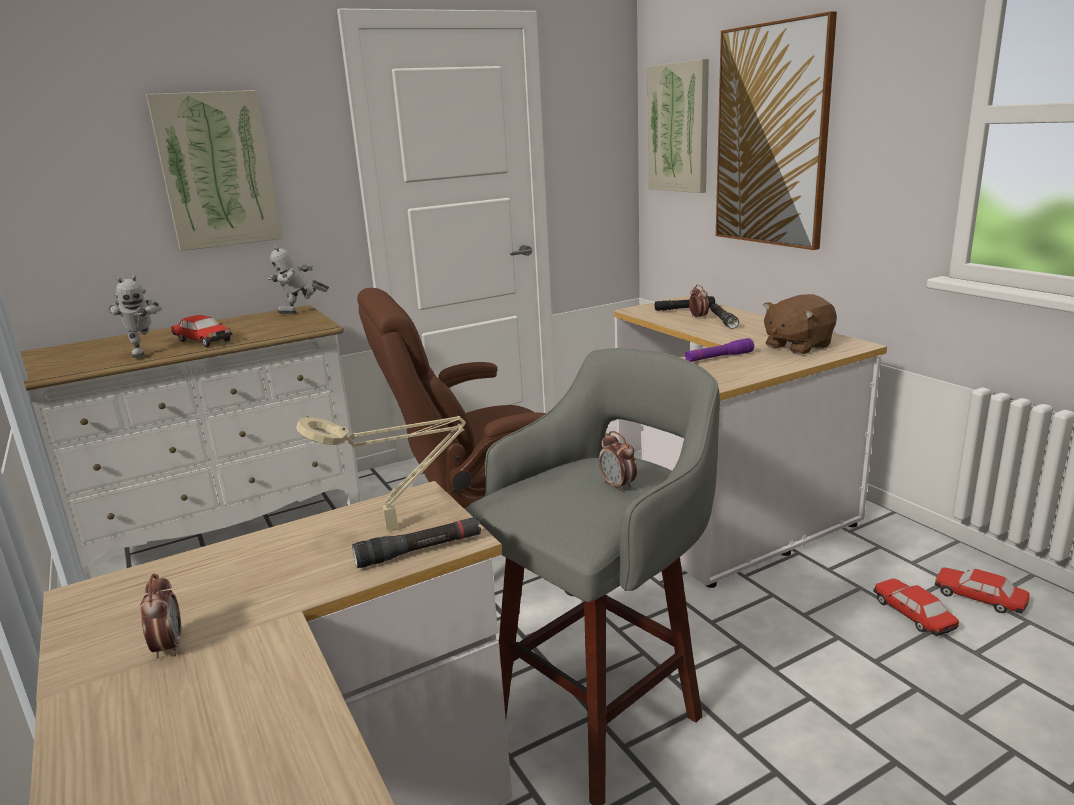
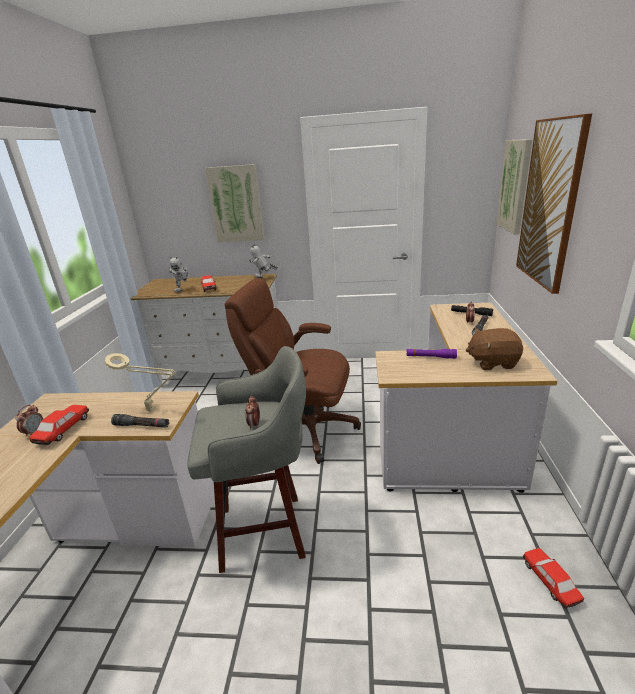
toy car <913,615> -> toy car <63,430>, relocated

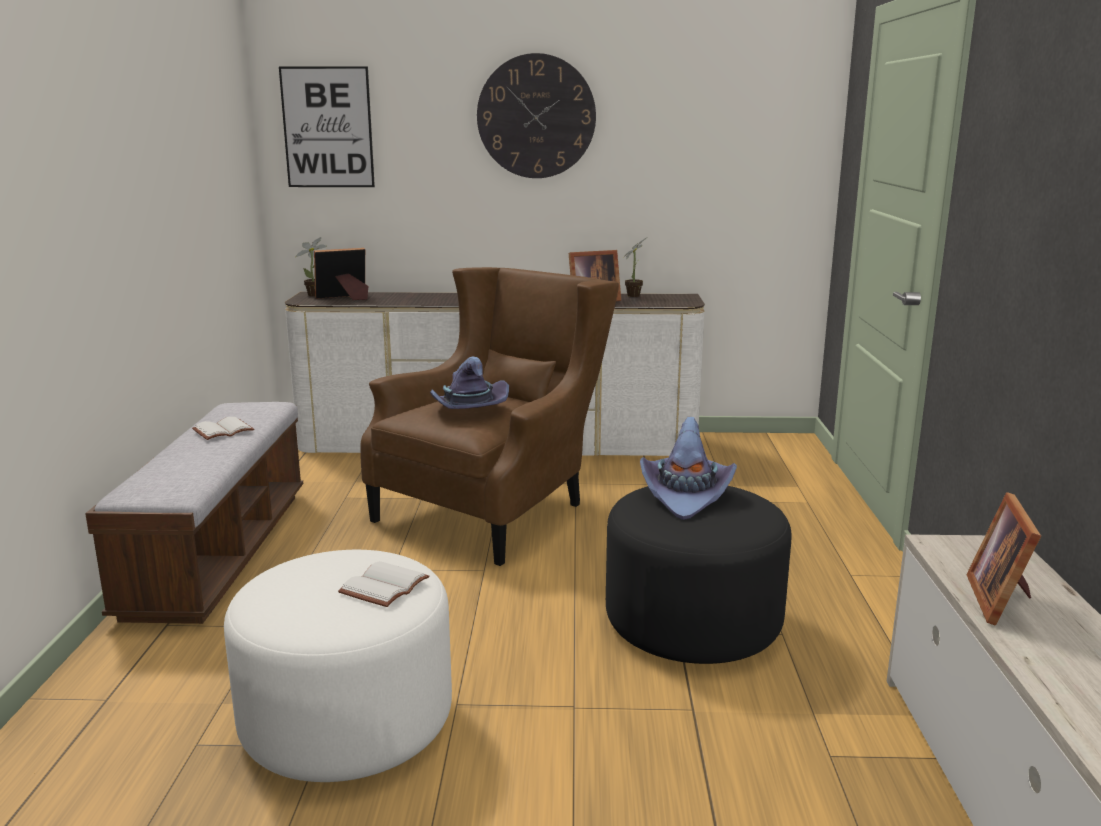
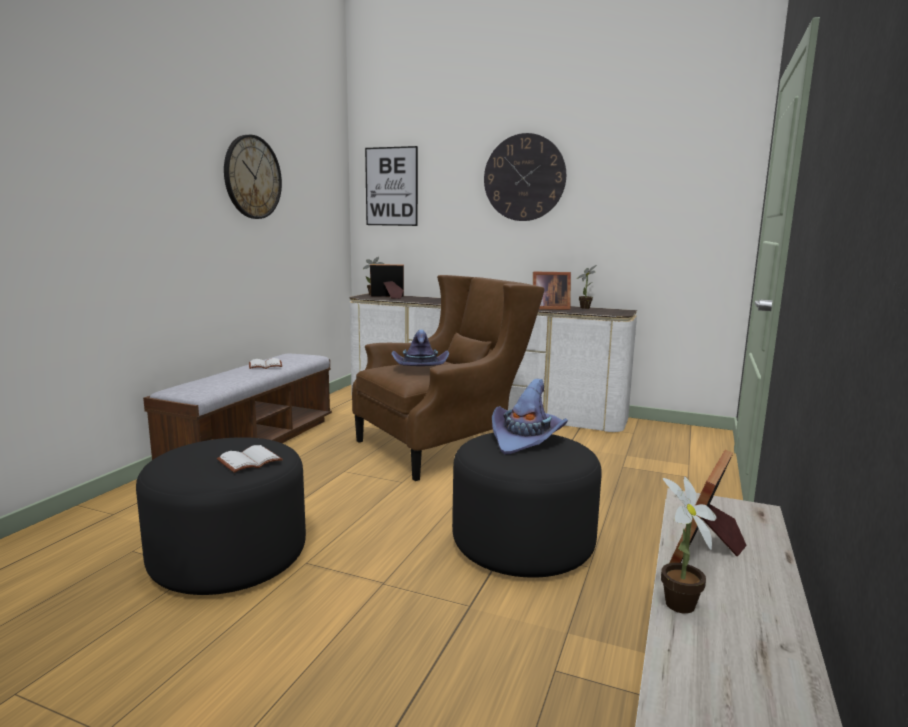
white ottoman <347,721> -> black ottoman <229,557>
none -> wall clock <252,177>
none -> potted plant <676,606>

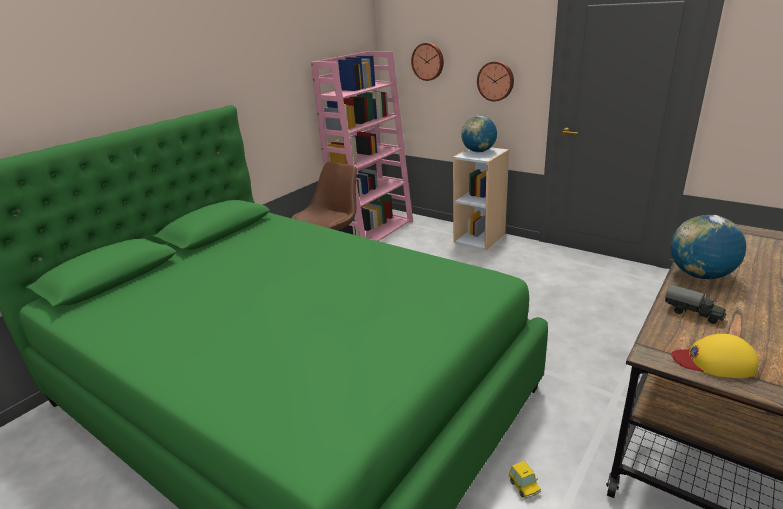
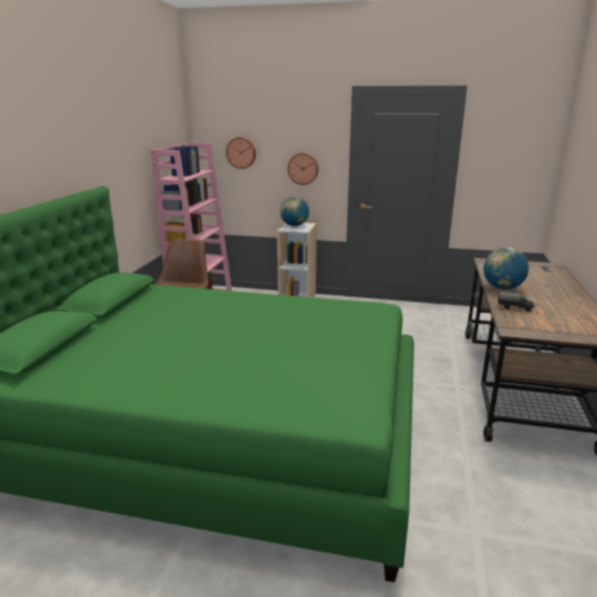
toy car <524,486> -> none
yellow cap <714,362> -> none

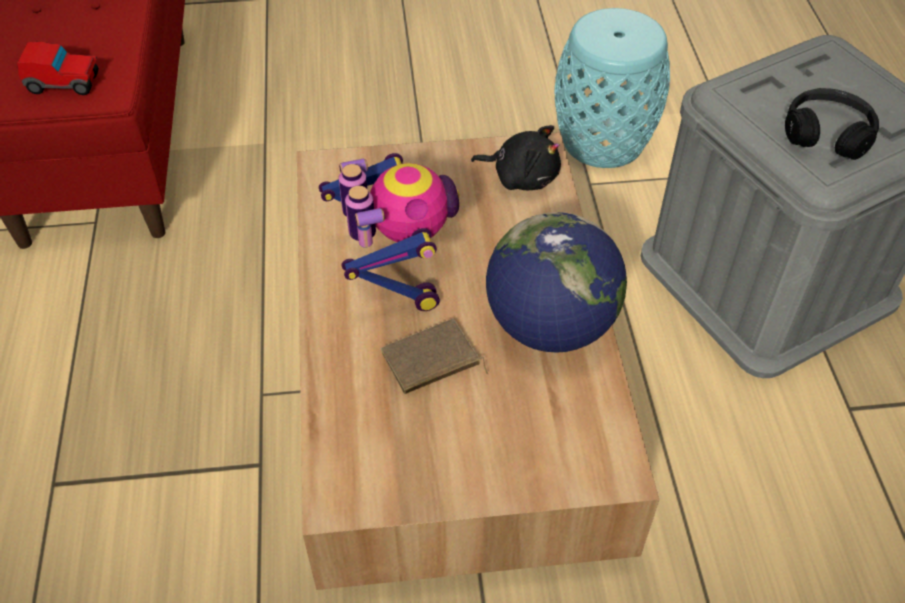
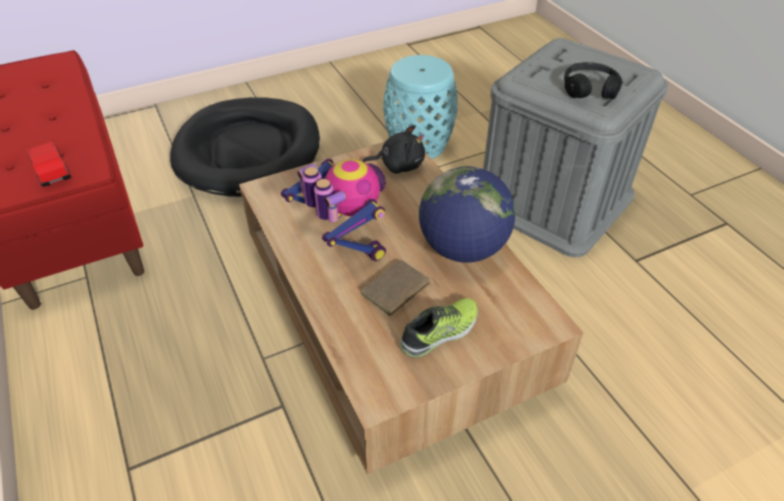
toy car <65,84> -> toy car <52,171>, 105 degrees counterclockwise
none -> black dog bed <249,151>
none -> shoe <440,333>

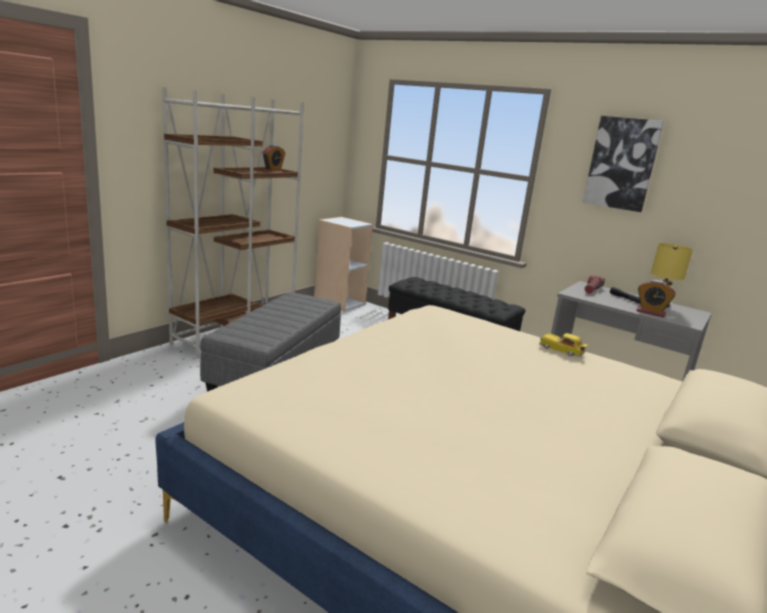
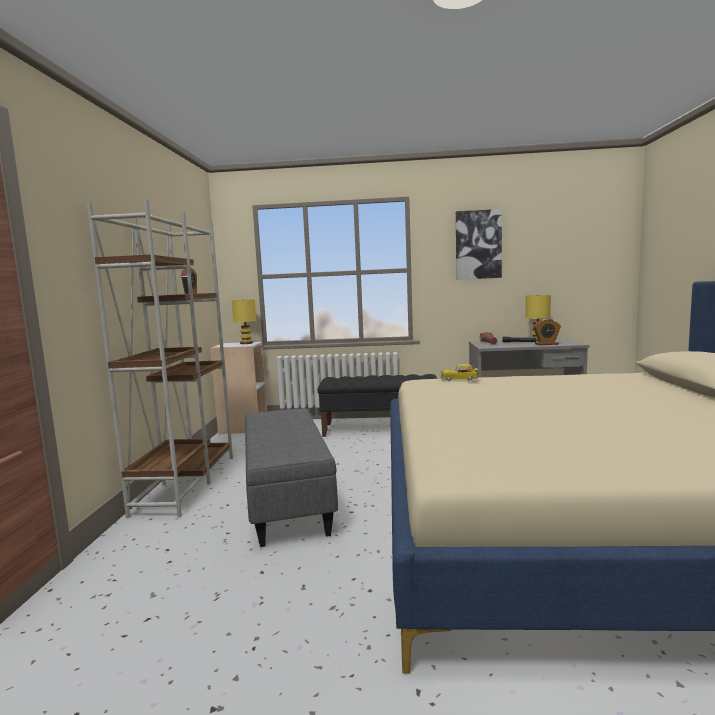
toy car <562,350> -> toy car <459,379>, relocated
none -> yellow table lamp <247,343>

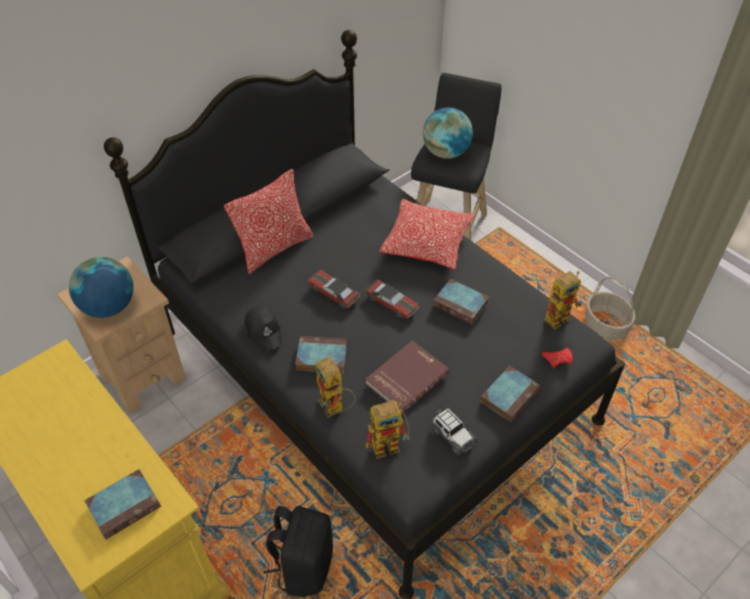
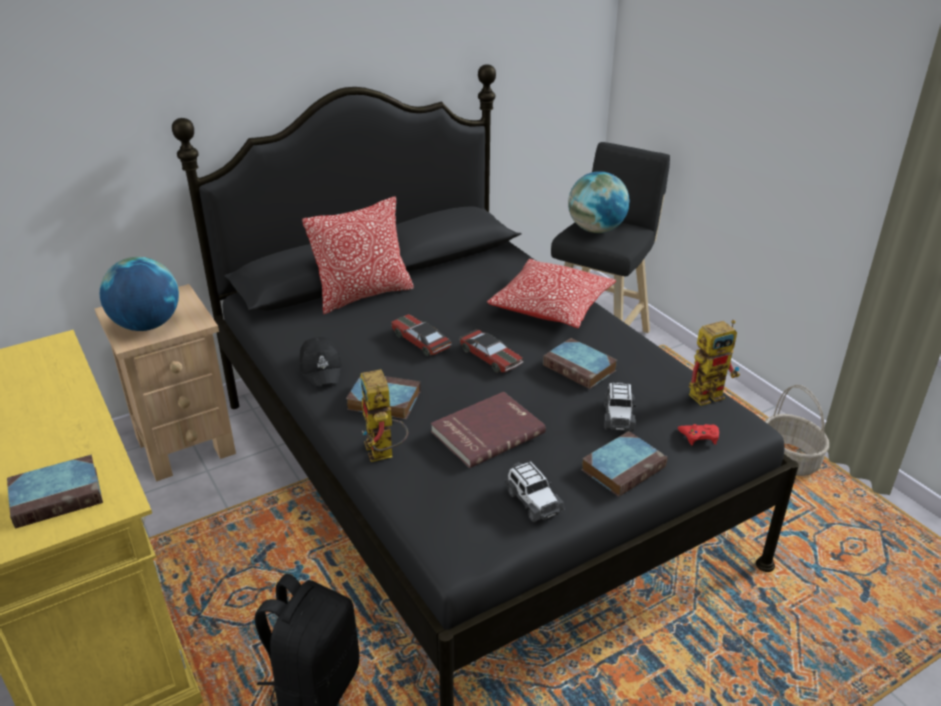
toy robot <390,443> -> none
none -> toy car <618,416>

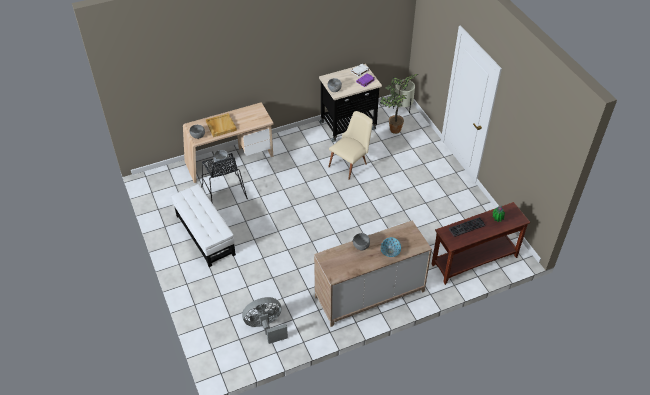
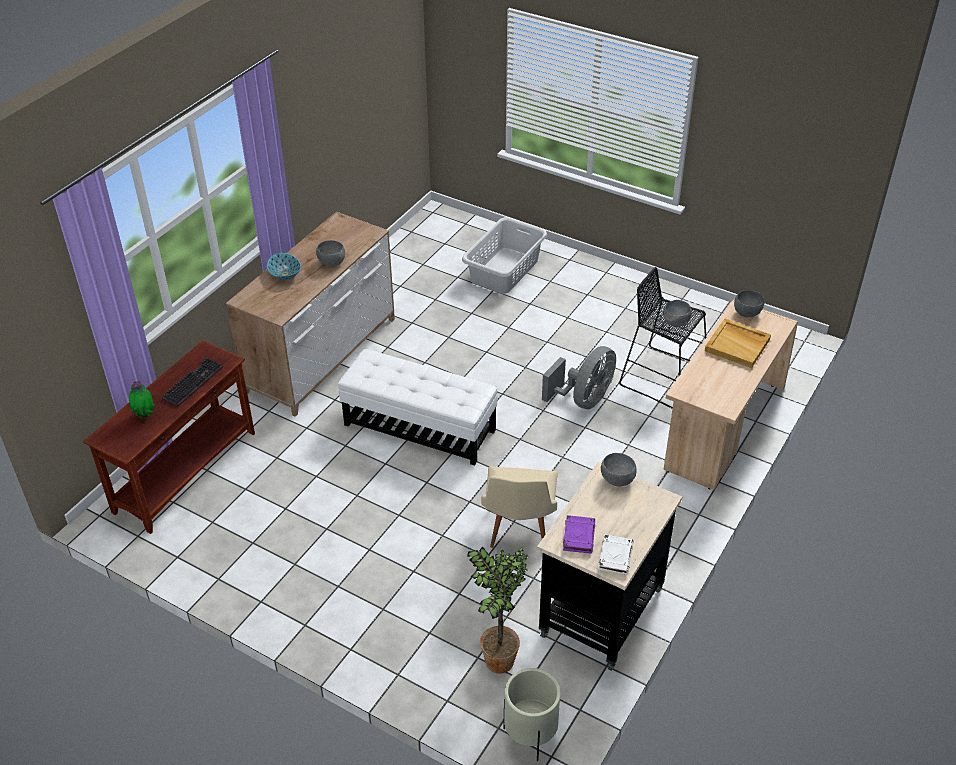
white ottoman <205,235> -> white ottoman <420,427>, relocated
grey fan <266,327> -> grey fan <584,399>, relocated
none -> grey laundry basket <505,270>

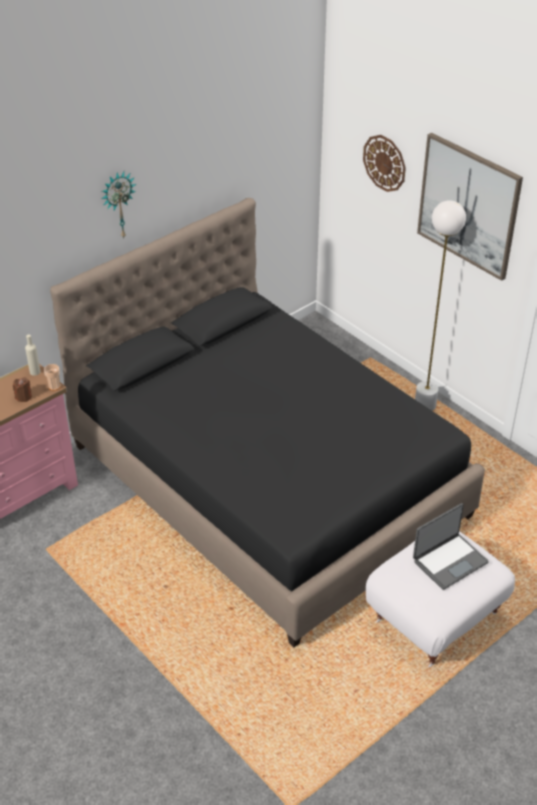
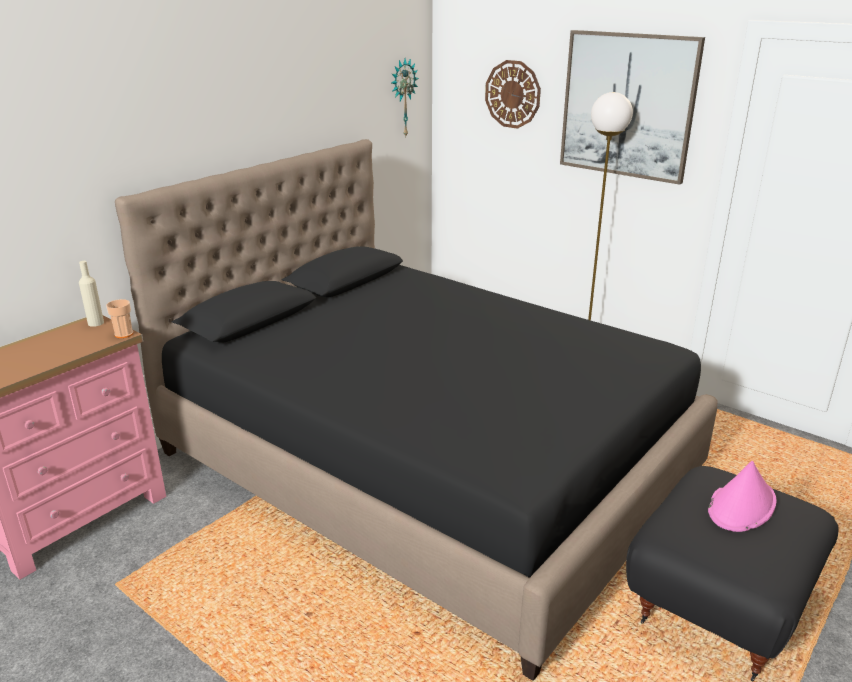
brown candle <23,397> -> none
wall clock <118,205> -> wall clock <402,98>, relocated
white ottoman <434,616> -> black ottoman <718,603>
laptop <449,561> -> pink hat <741,506>

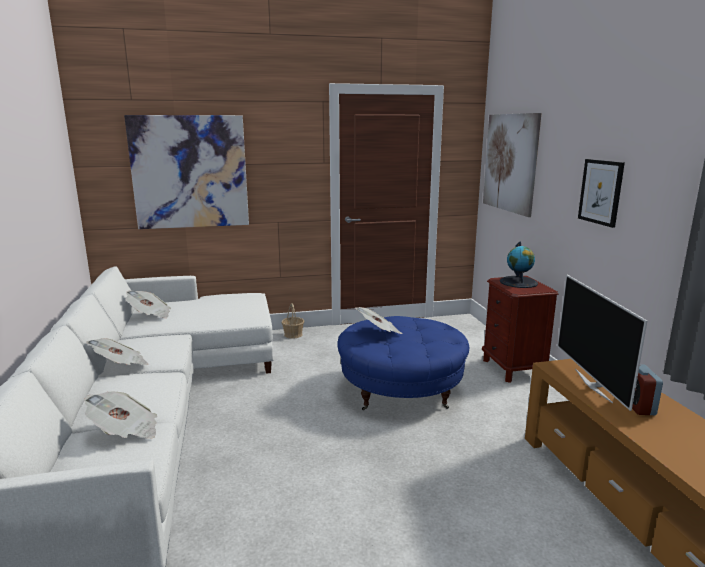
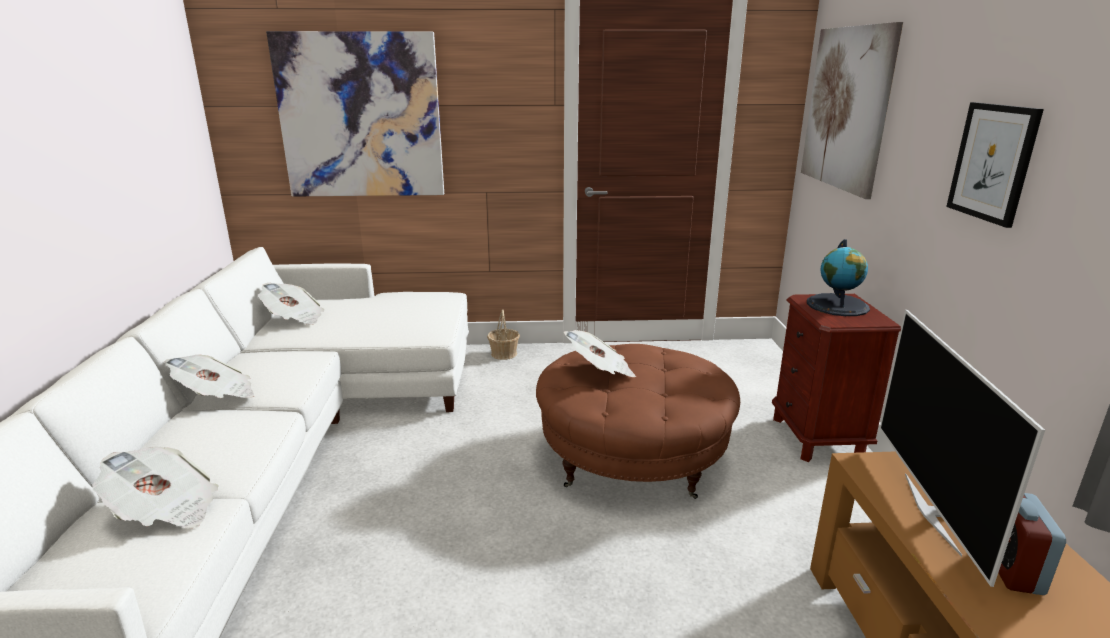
blue ottoman <401,389> -> brown ottoman <632,457>

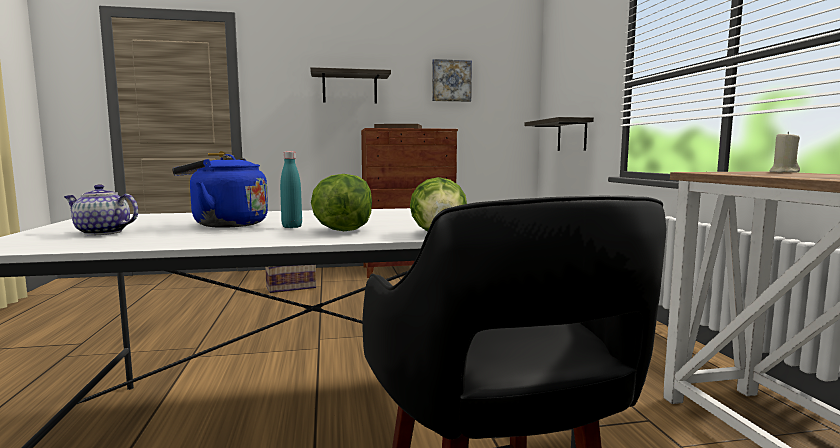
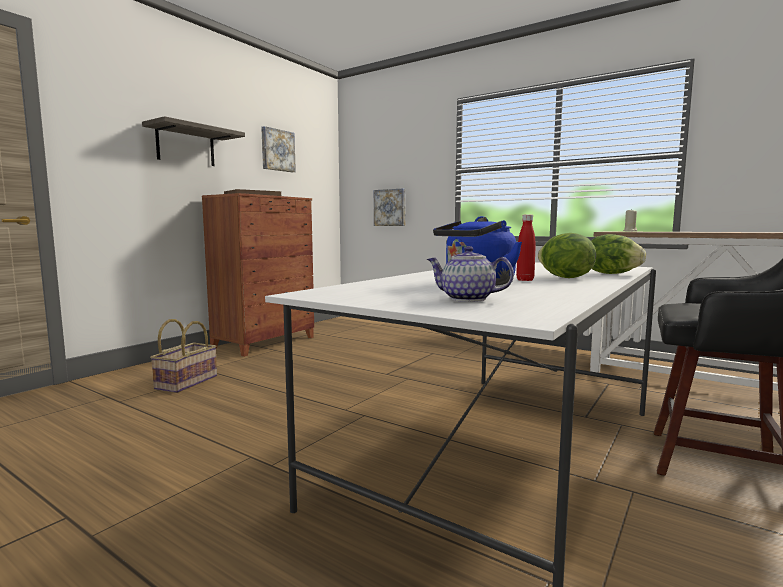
teapot <101,233> -> teapot <466,299>, 60 degrees clockwise
turquoise bottle <292,227> -> red bottle <525,280>
shelf <572,135> -> picture <390,207>

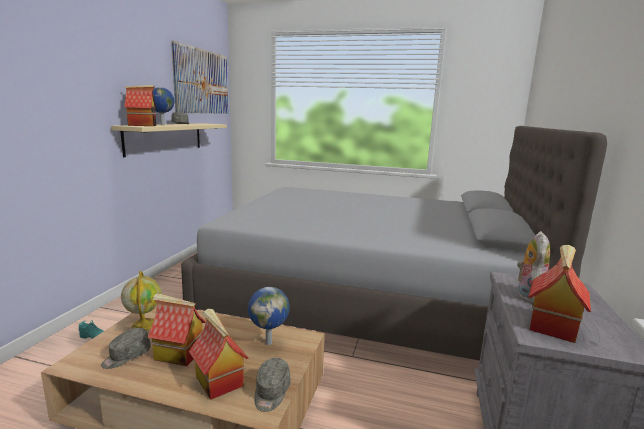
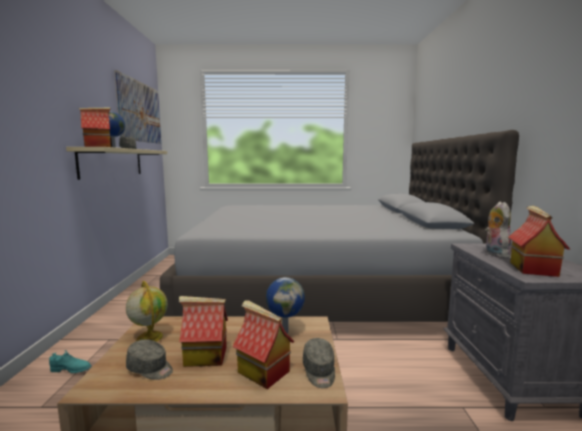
grey cap <126,356> -> grey cap <150,369>, 90 degrees counterclockwise

